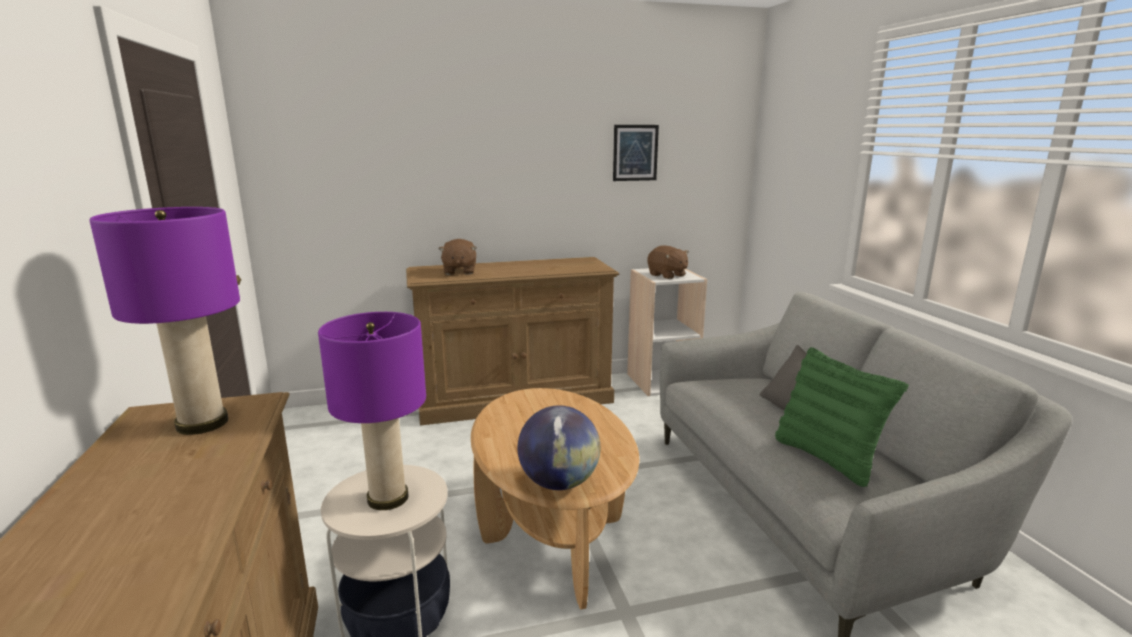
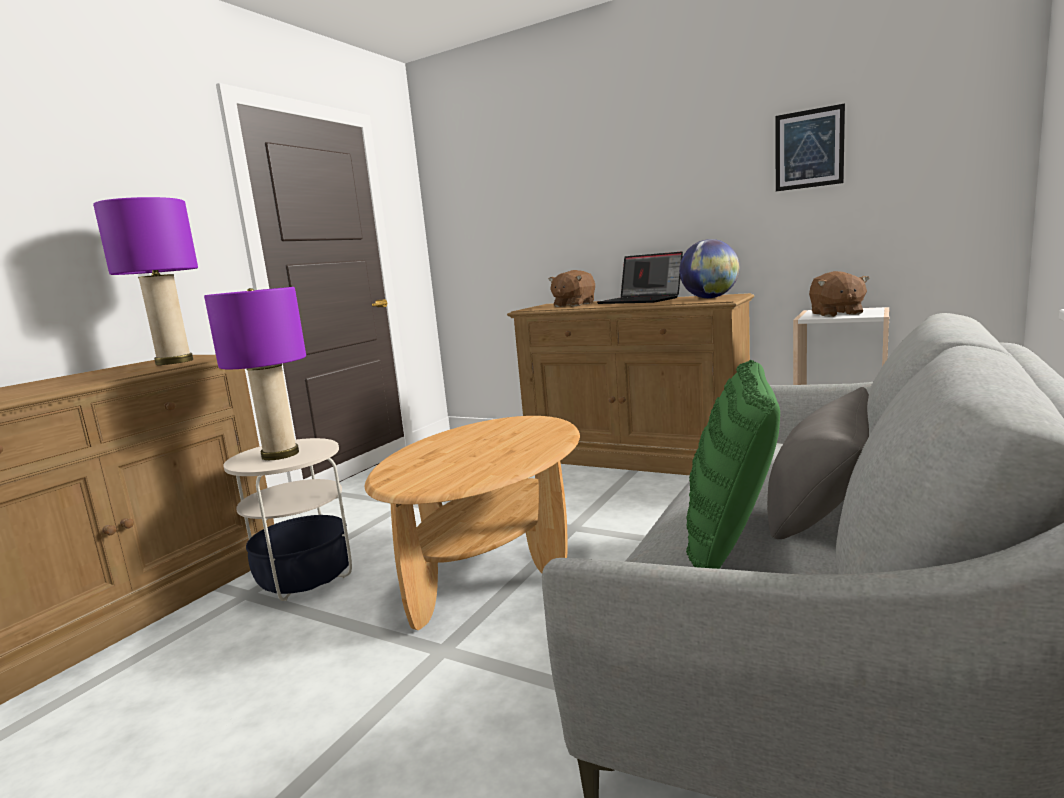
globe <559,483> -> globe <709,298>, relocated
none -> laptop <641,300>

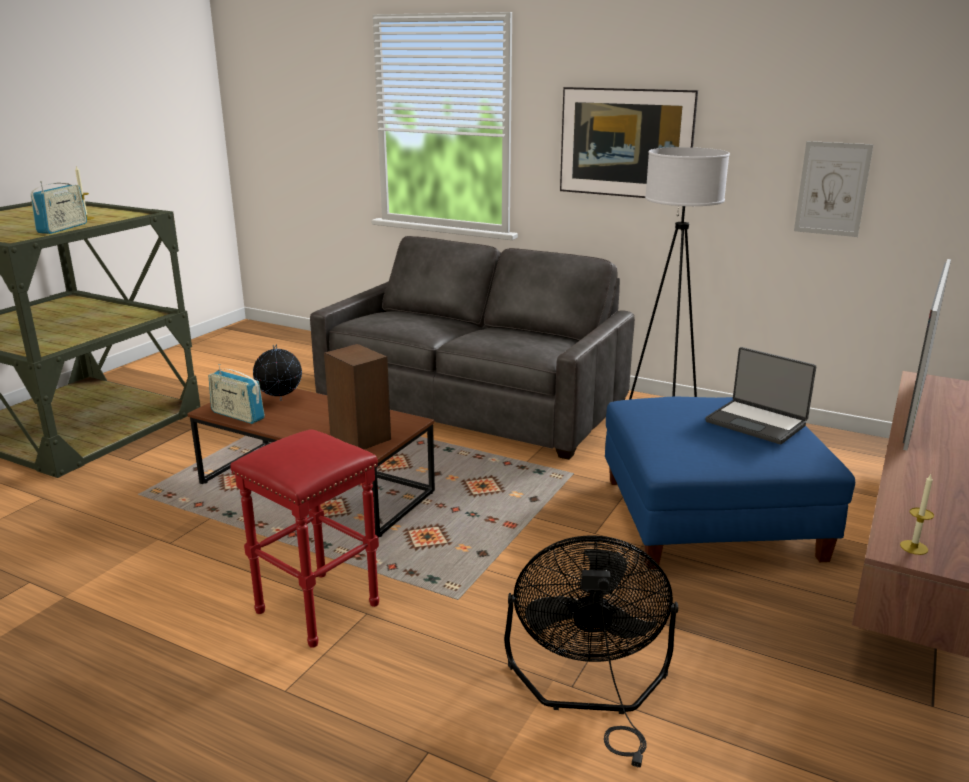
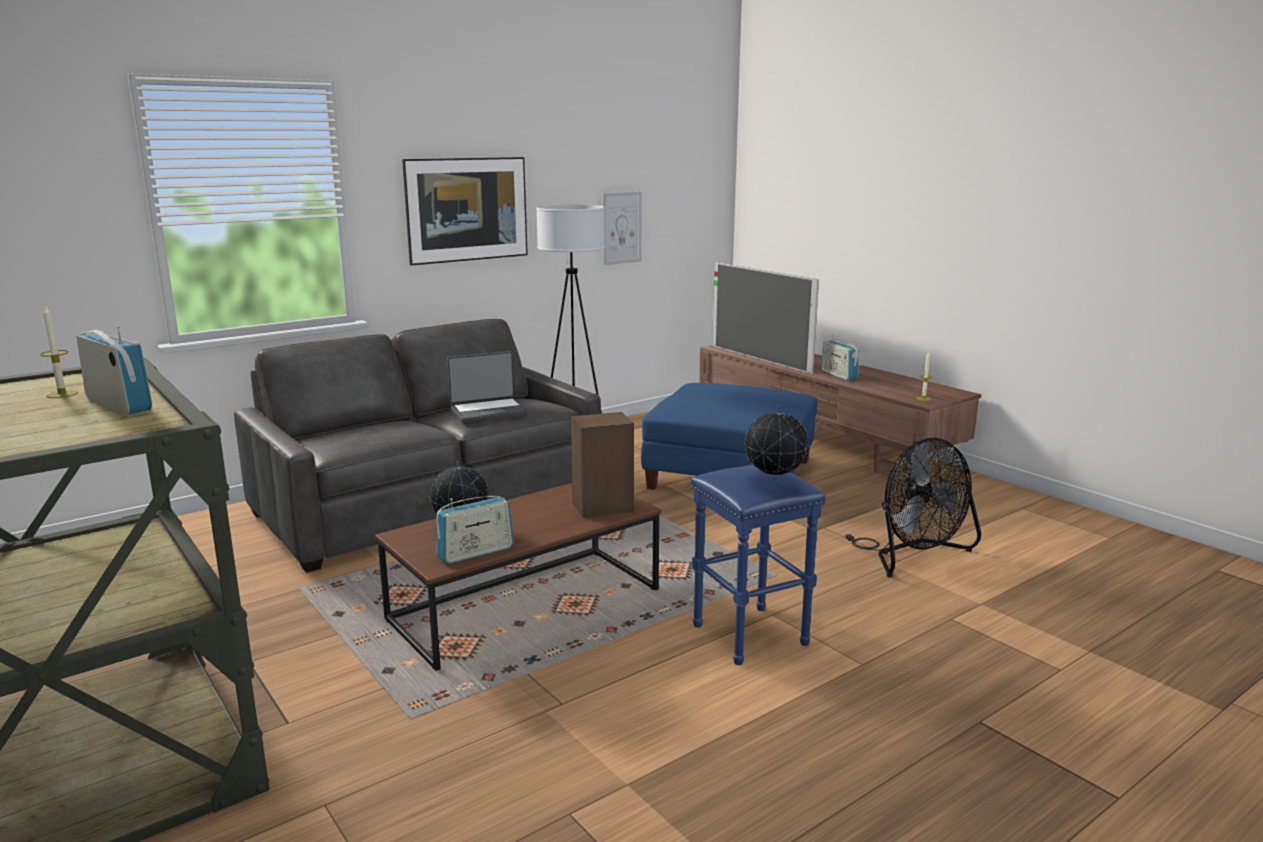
red stool <317,609> -> blue stool <753,635>
black fan <594,693> -> black fan <909,555>, 150 degrees counterclockwise
laptop <756,423> -> laptop <488,411>, relocated
none -> globe <774,481>
none -> radio <838,375>

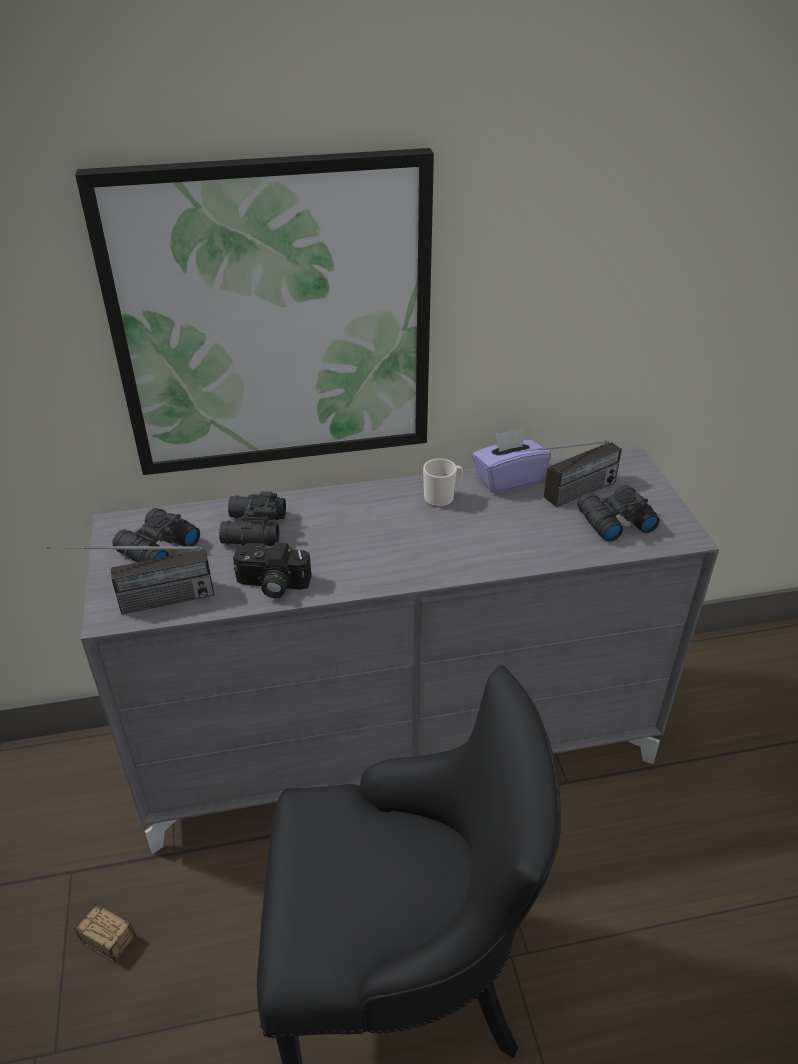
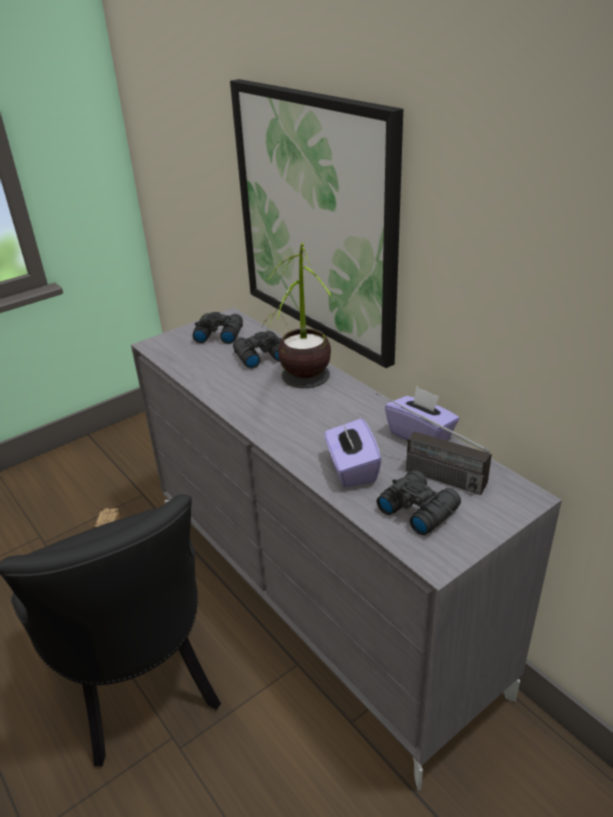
radio <142,604> -> none
photo camera <271,585> -> none
mug <442,498> -> none
none -> potted plant <305,391>
none -> purple tissue box <351,469>

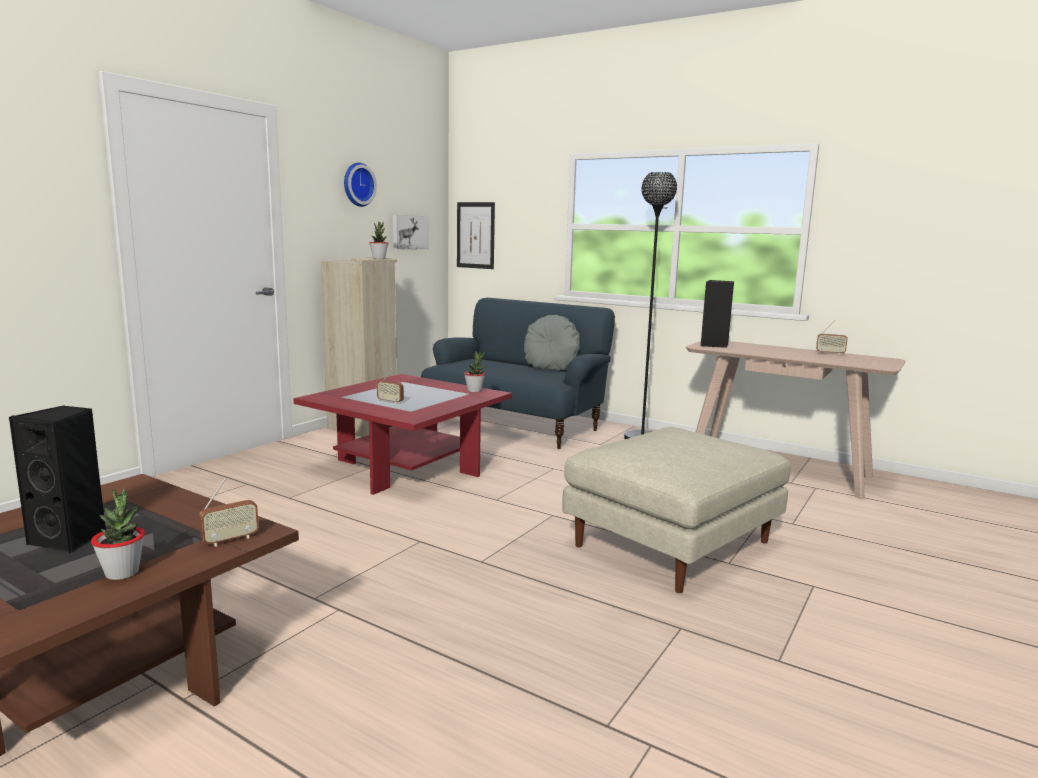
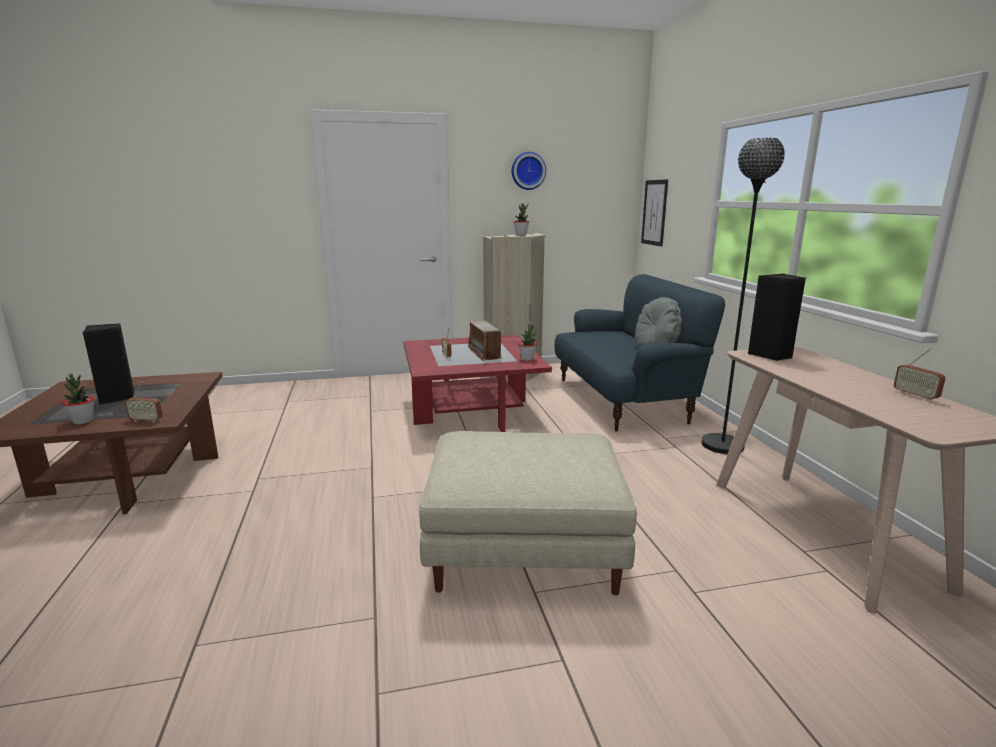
picture <409,232> -> none
none -> radio <485,354>

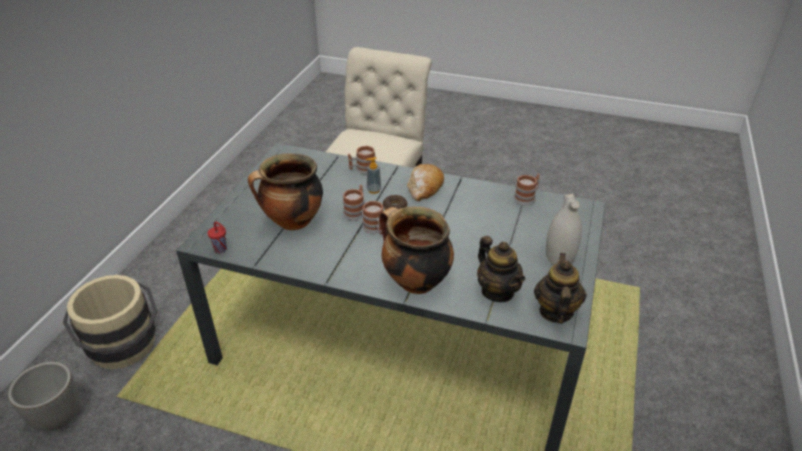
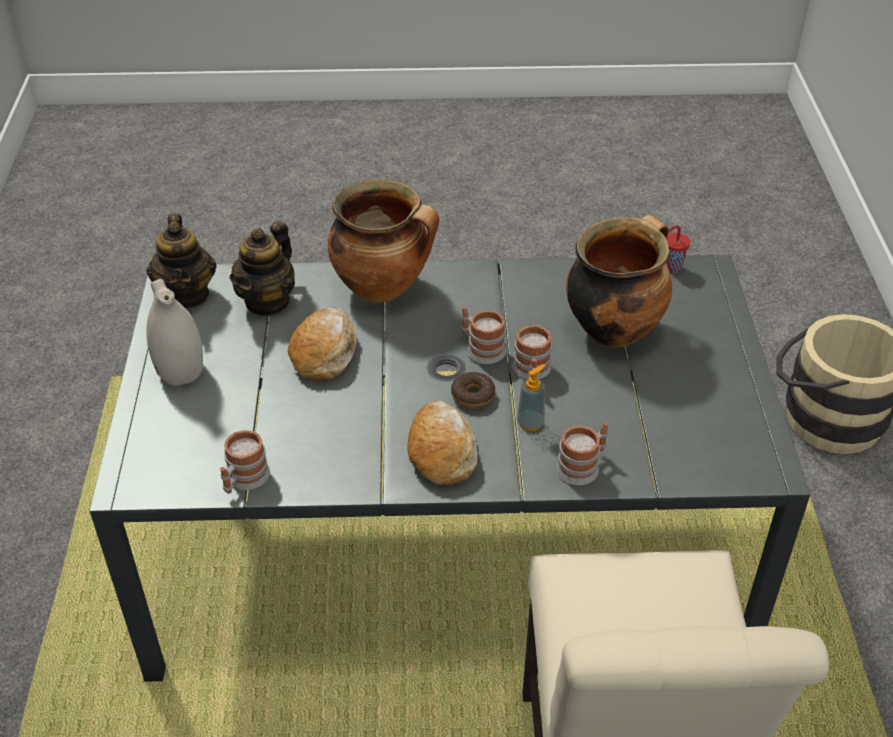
planter <58,418> -> none
teapot <497,291> -> teapot <267,301>, 105 degrees counterclockwise
none -> bread <324,352>

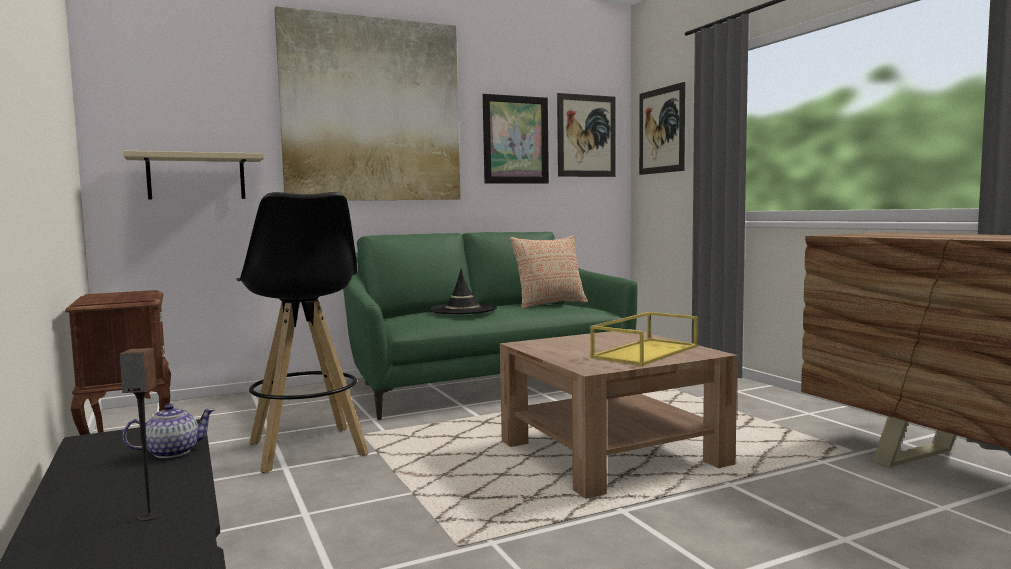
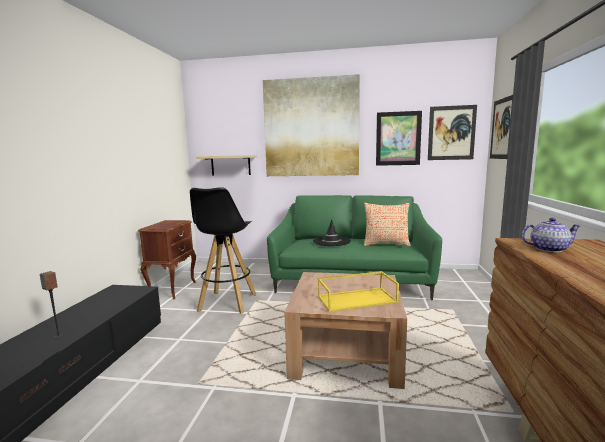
teapot <171,452> -> teapot <548,249>, relocated

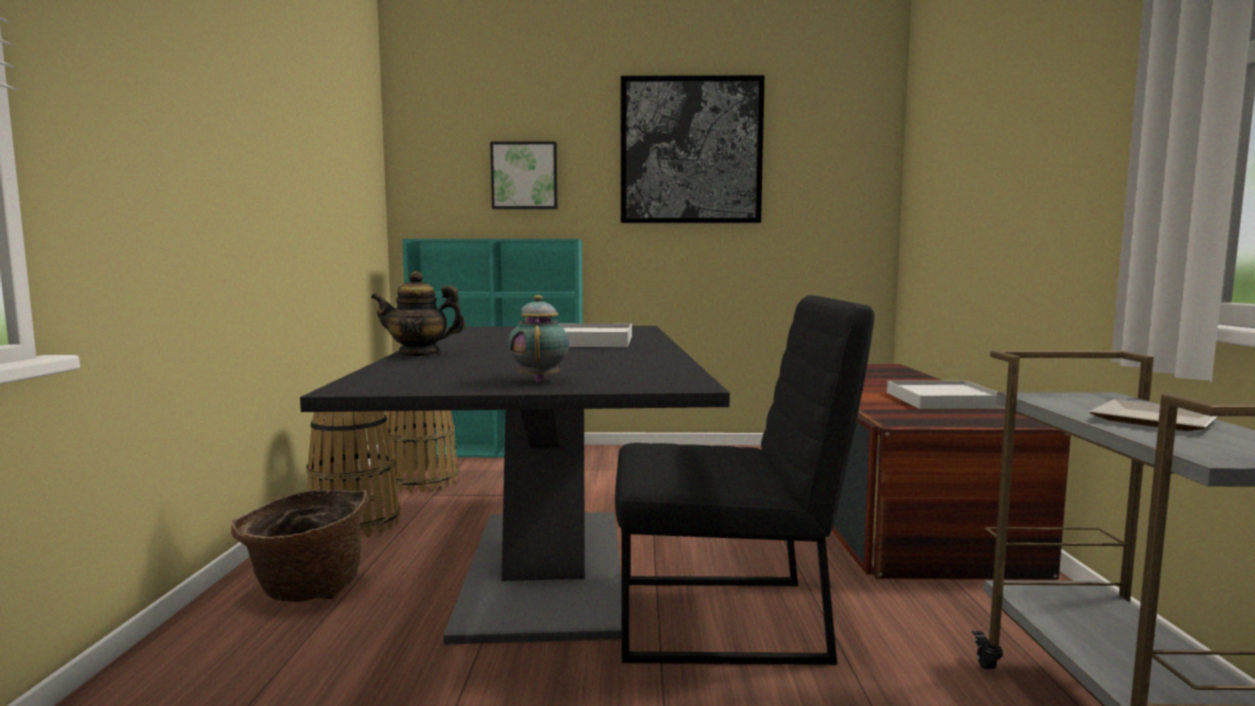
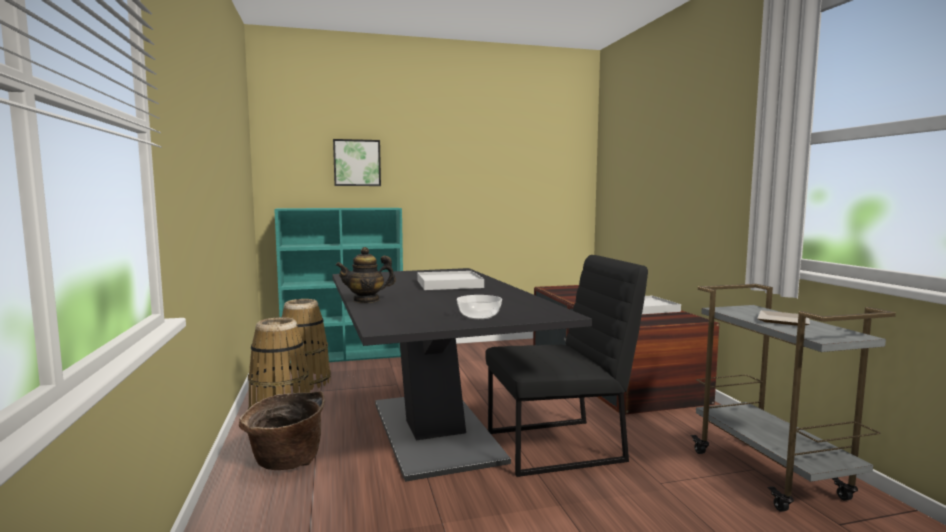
teapot <540,380> -> bowl <480,316>
picture <691,151> -> none

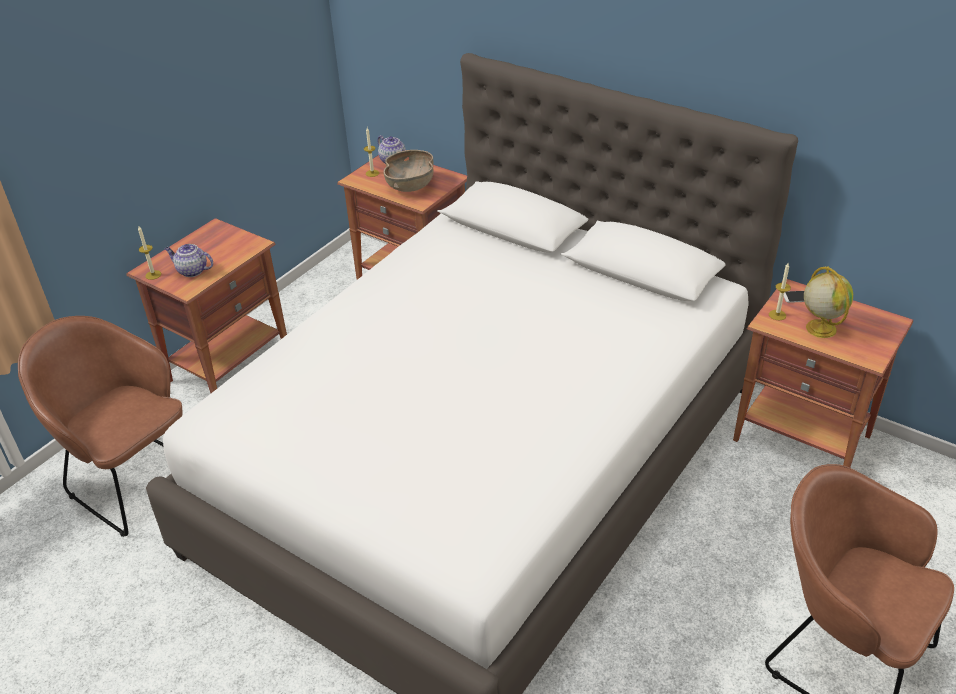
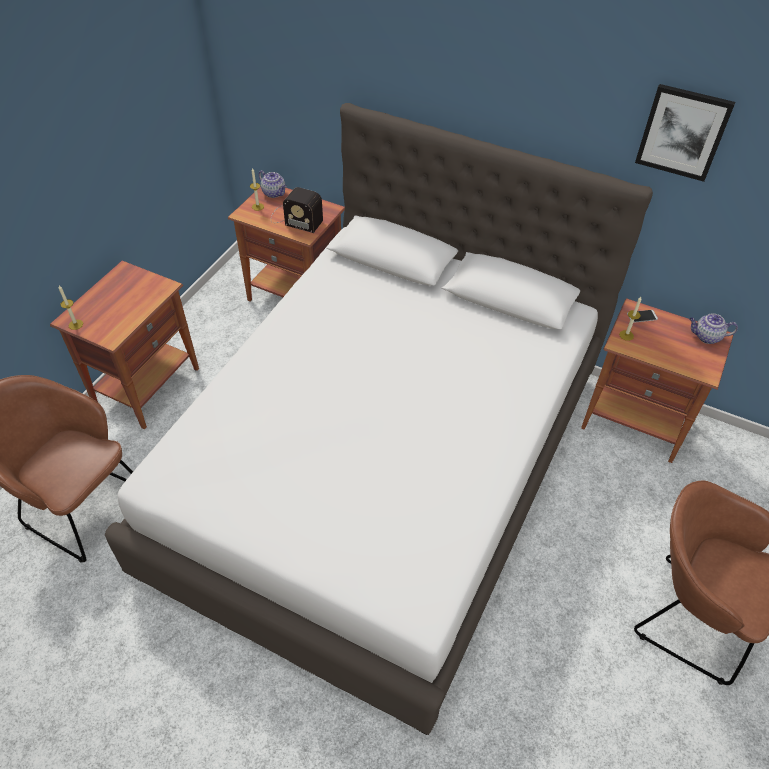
teapot <191,271> -> teapot <706,337>, relocated
brown bowl <411,185> -> radio <294,218>
globe <820,328> -> none
none -> picture <683,132>

